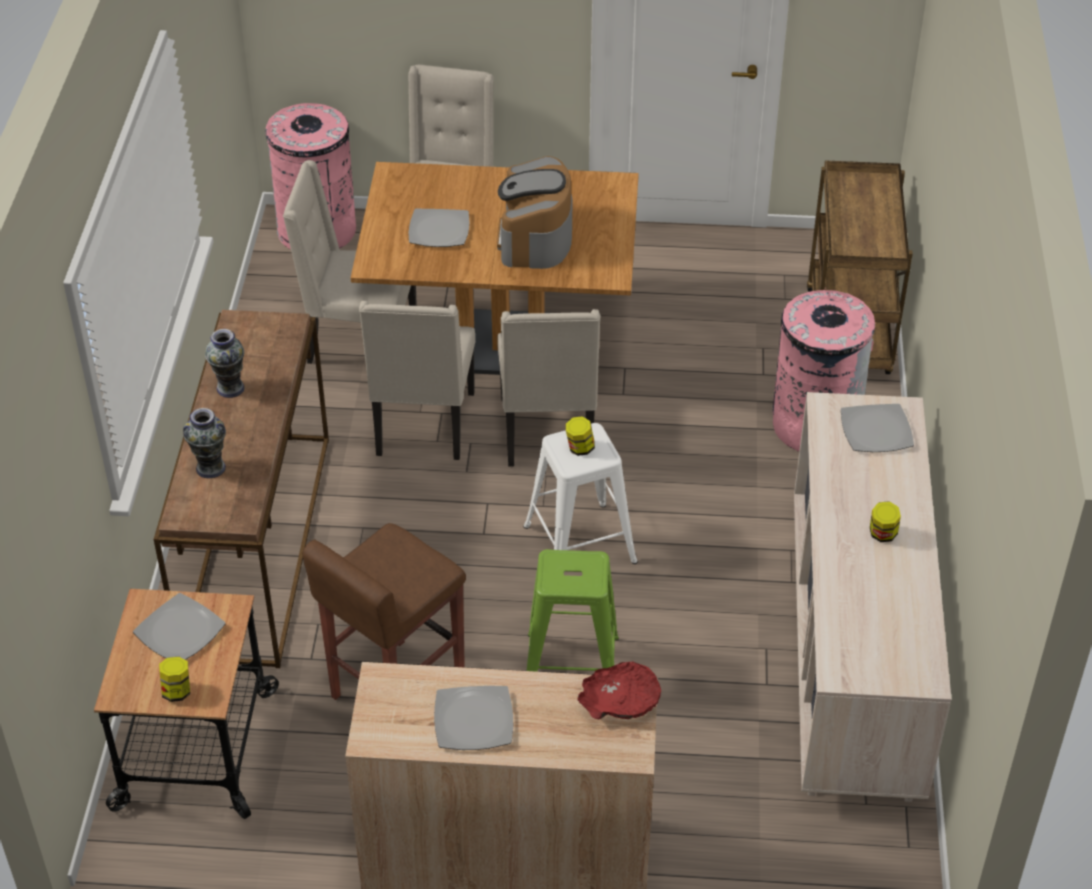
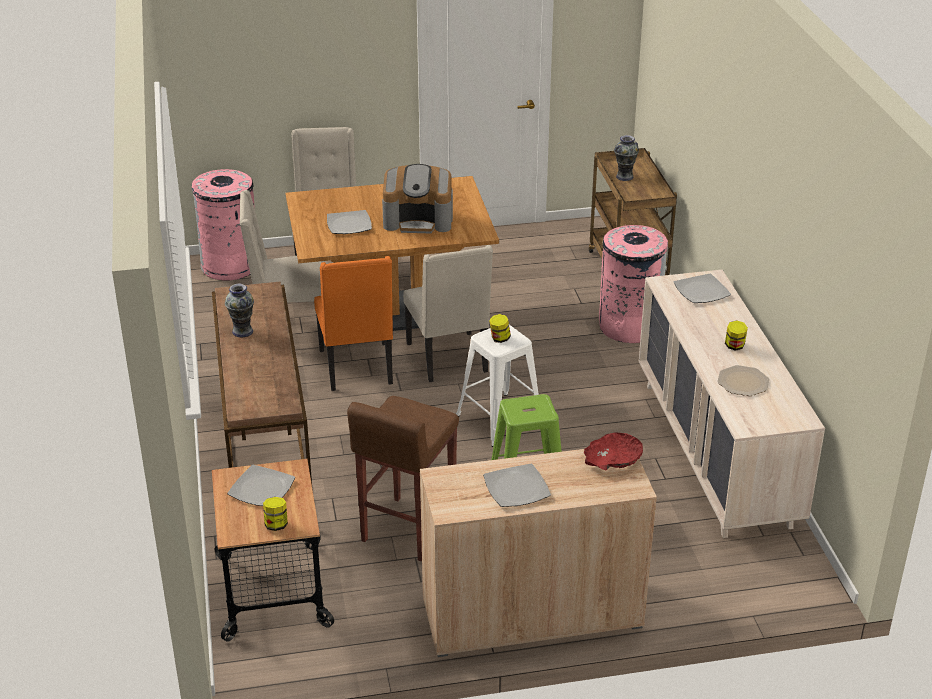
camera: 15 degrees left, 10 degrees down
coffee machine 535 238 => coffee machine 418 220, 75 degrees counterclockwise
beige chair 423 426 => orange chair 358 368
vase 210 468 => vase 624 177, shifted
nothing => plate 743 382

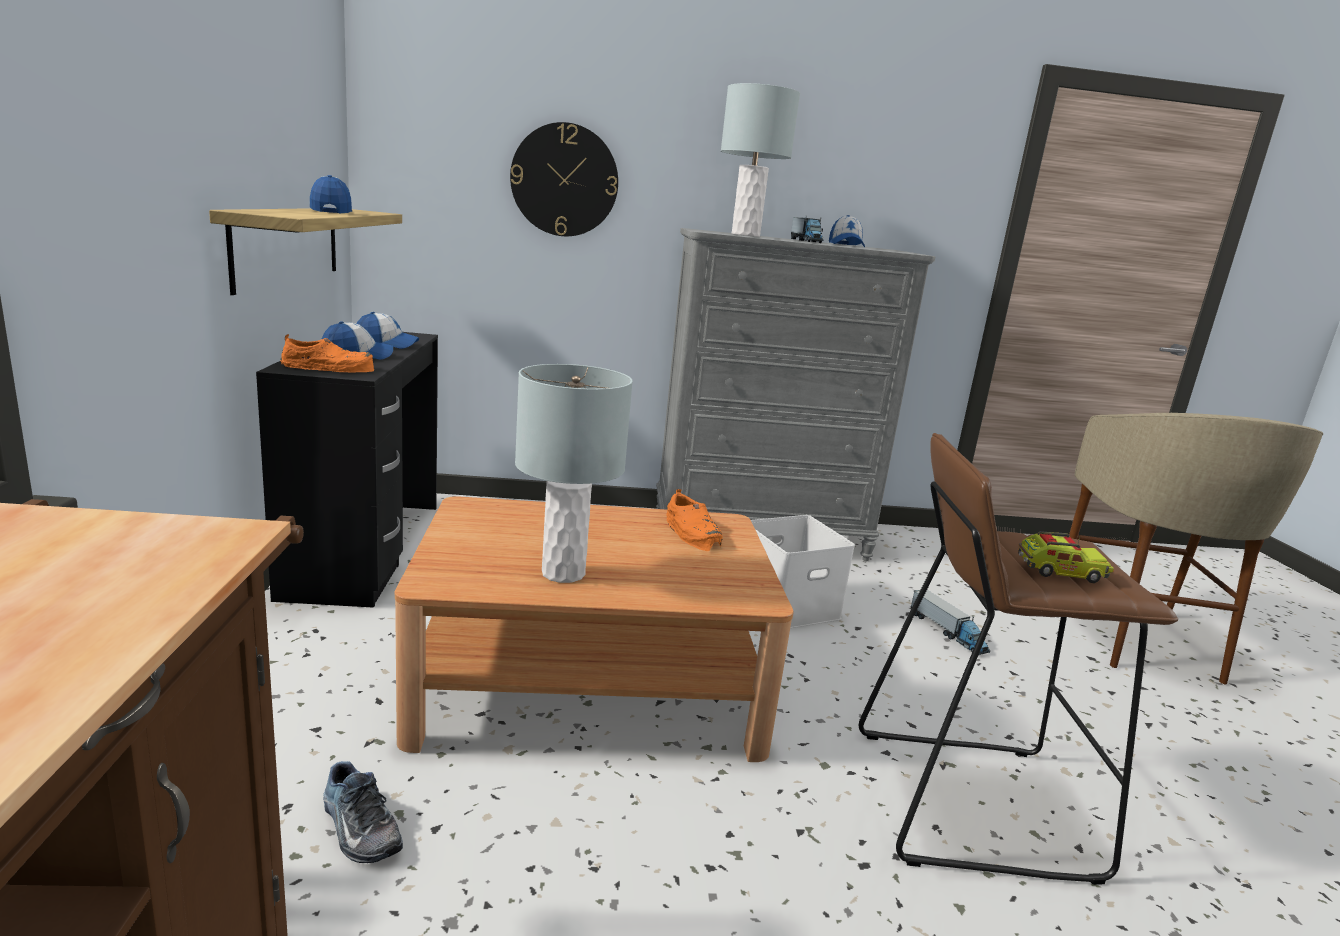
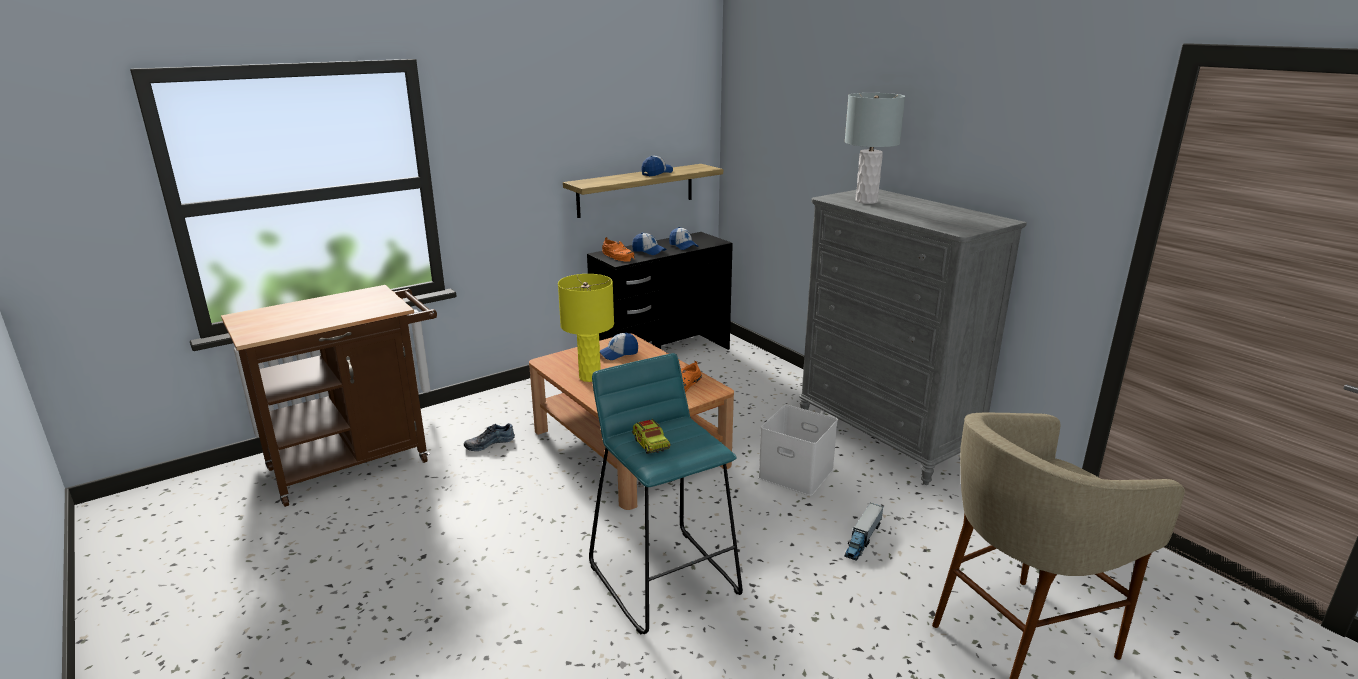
camera: 60 degrees right, 5 degrees up
wall clock 564 180 => nothing
cap 846 245 => cap 618 353, shifted
toy truck 806 241 => nothing
grey table lamp 562 573 => yellow table lamp 589 377
brown stool 968 800 => turquoise stool 665 578
shoe 357 828 => shoe 489 443, 45 degrees clockwise

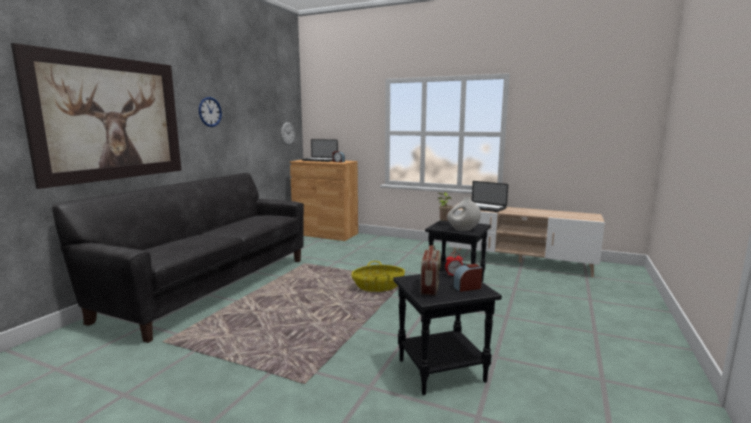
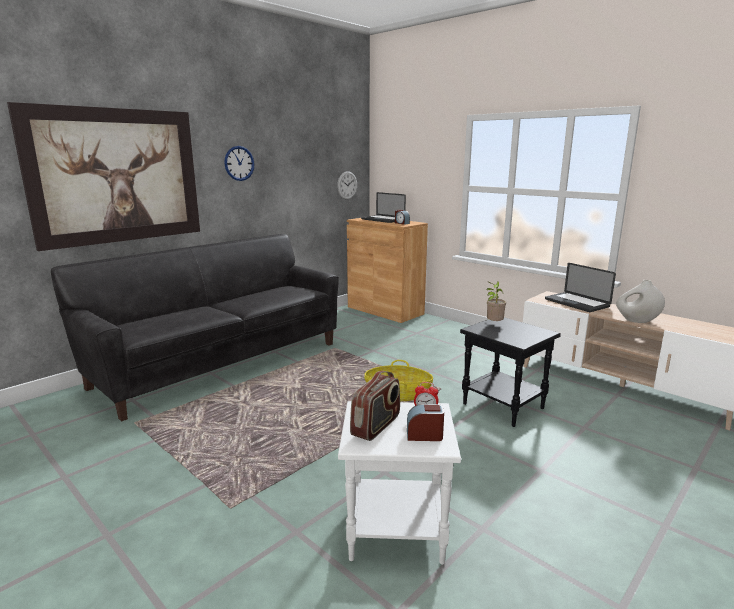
camera: 20 degrees right, 5 degrees up
white vase 463 230 => white vase 637 321, shifted
black side table 441 371 => white side table 394 533

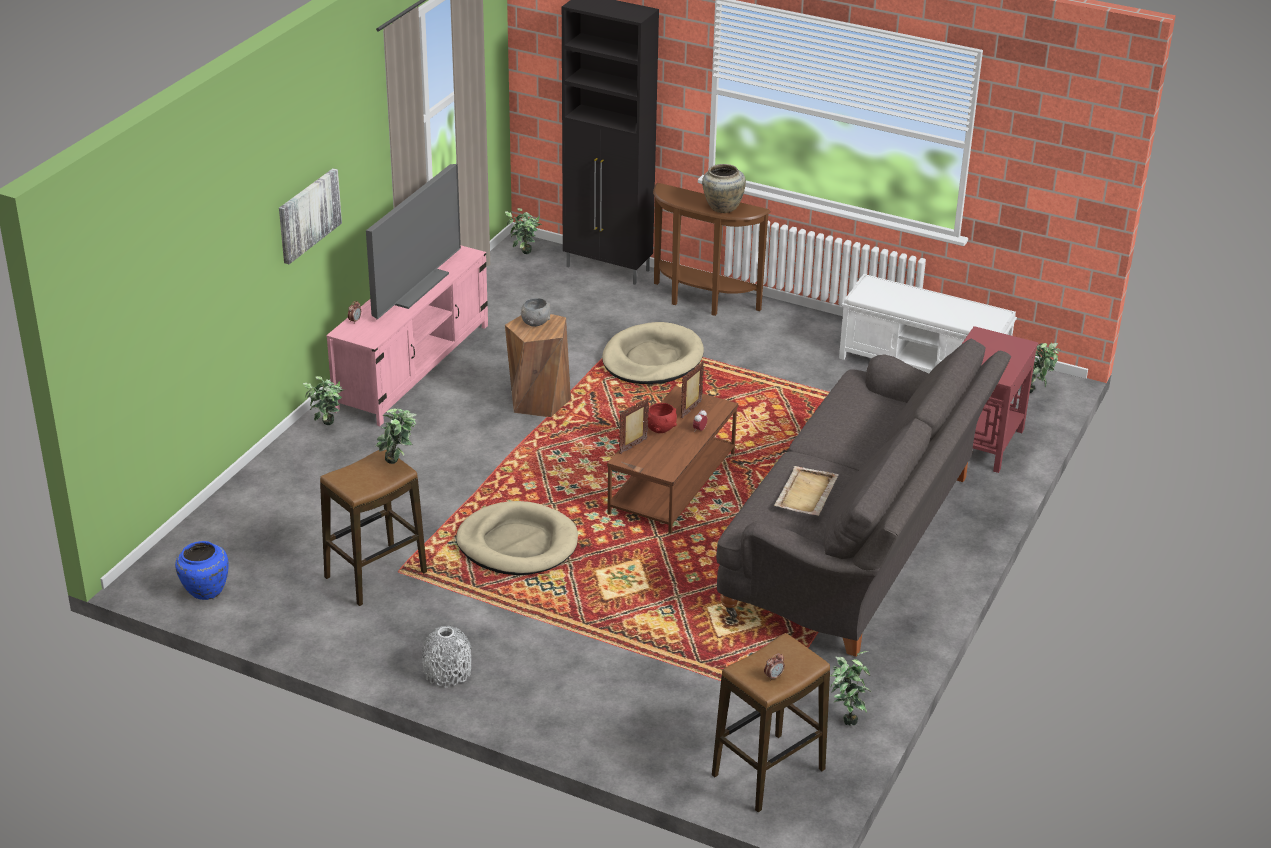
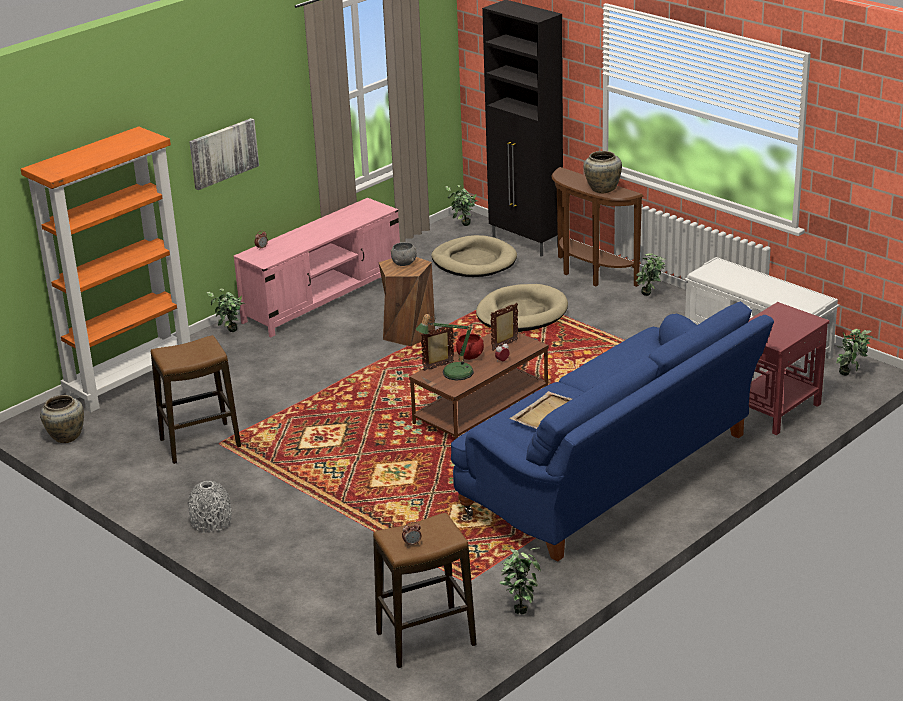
camera: 20 degrees right, 5 degrees down
television 413 286 => nothing
grey sofa 858 545 => blue sofa 613 476
potted plant 398 464 => potted plant 650 296, shifted
beige dog bed 517 544 => beige dog bed 474 261, shifted
blue vase 205 590 => beige vase 65 436
nothing => orange bookcase 131 380
nothing => table lamp 452 373

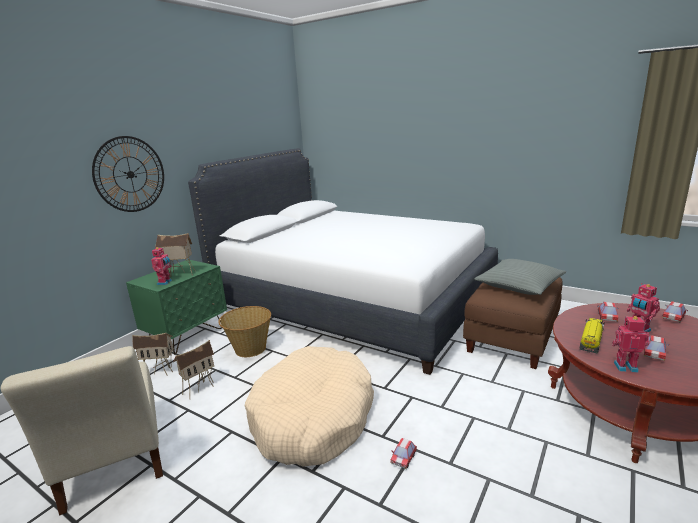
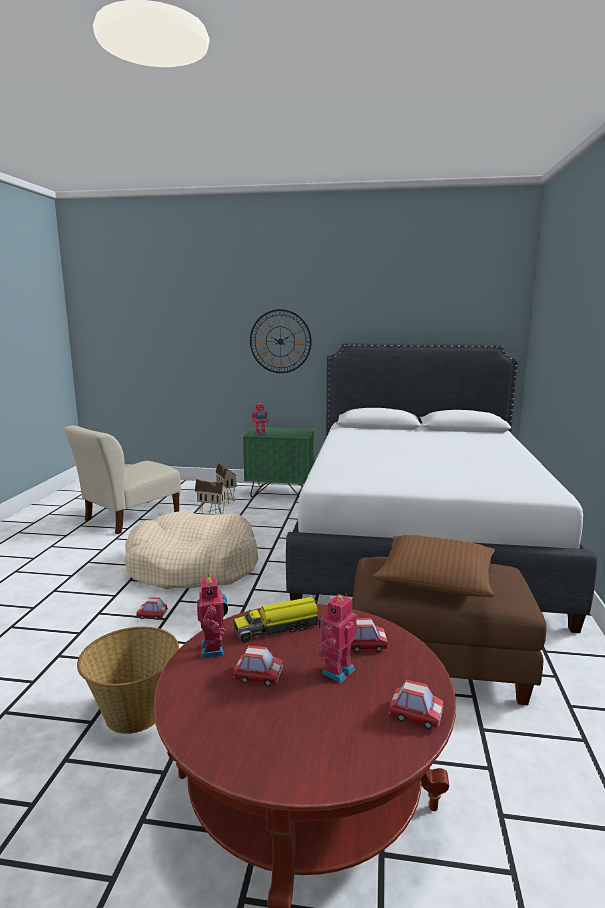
camera: 65 degrees right, 5 degrees down
toy house 179 274 => nothing
grey pillow 519 285 => brown pillow 436 578
basket 249 349 => basket 134 712, shifted
toy truck 591 340 => toy truck 278 628, 150 degrees clockwise

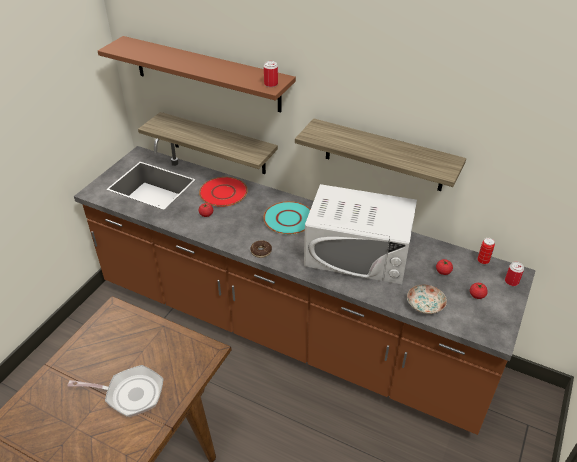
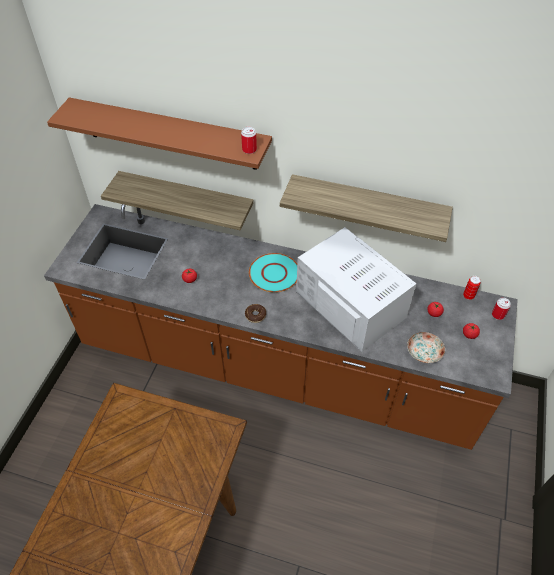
camera: 10 degrees left, 10 degrees up
red plate 223 193 => nothing
white microwave 358 253 => white microwave 350 304, 135 degrees counterclockwise
frying pan 130 394 => nothing

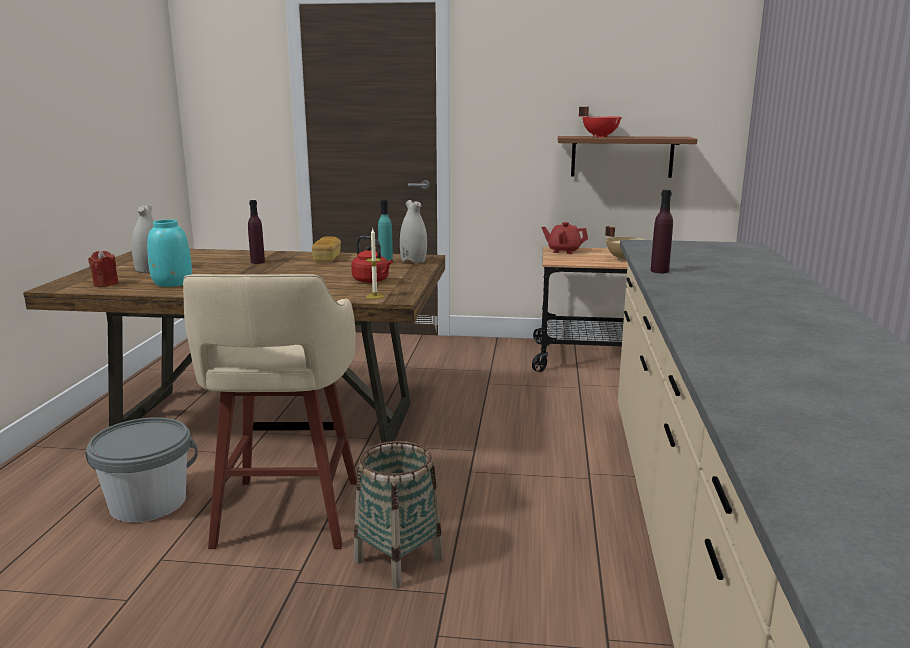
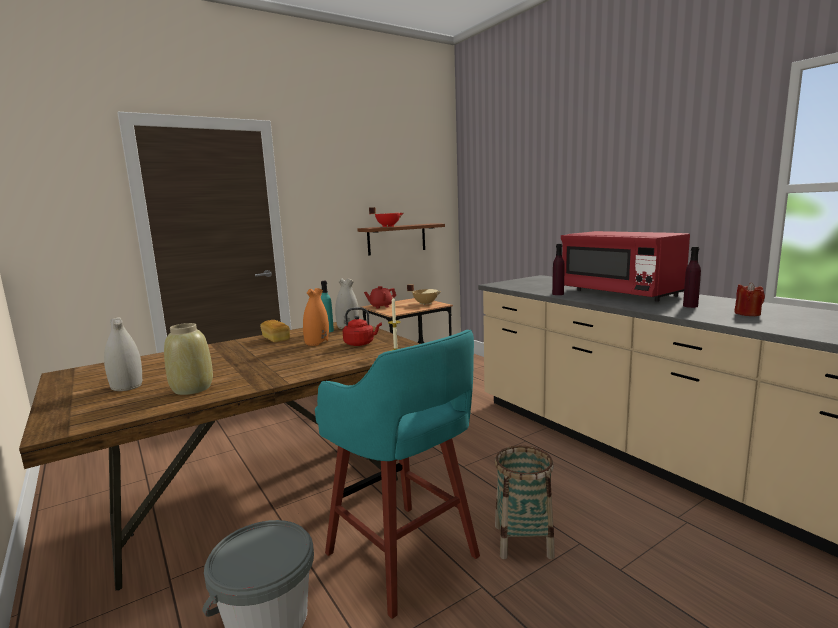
camera: 40 degrees left, 5 degrees down
purple bottle 257 262 => purple bottle 690 306, shifted
turquoise vase 173 283 => beige vase 192 388
red candle 106 284 => red candle 747 314, shifted
beige stool 286 516 => turquoise stool 404 558
nothing => red microwave 619 293
nothing => orange vase 317 342

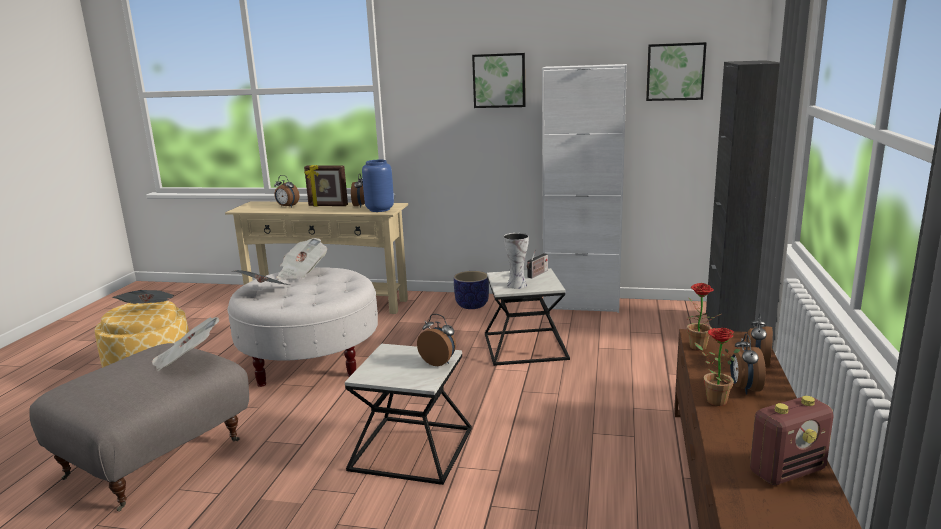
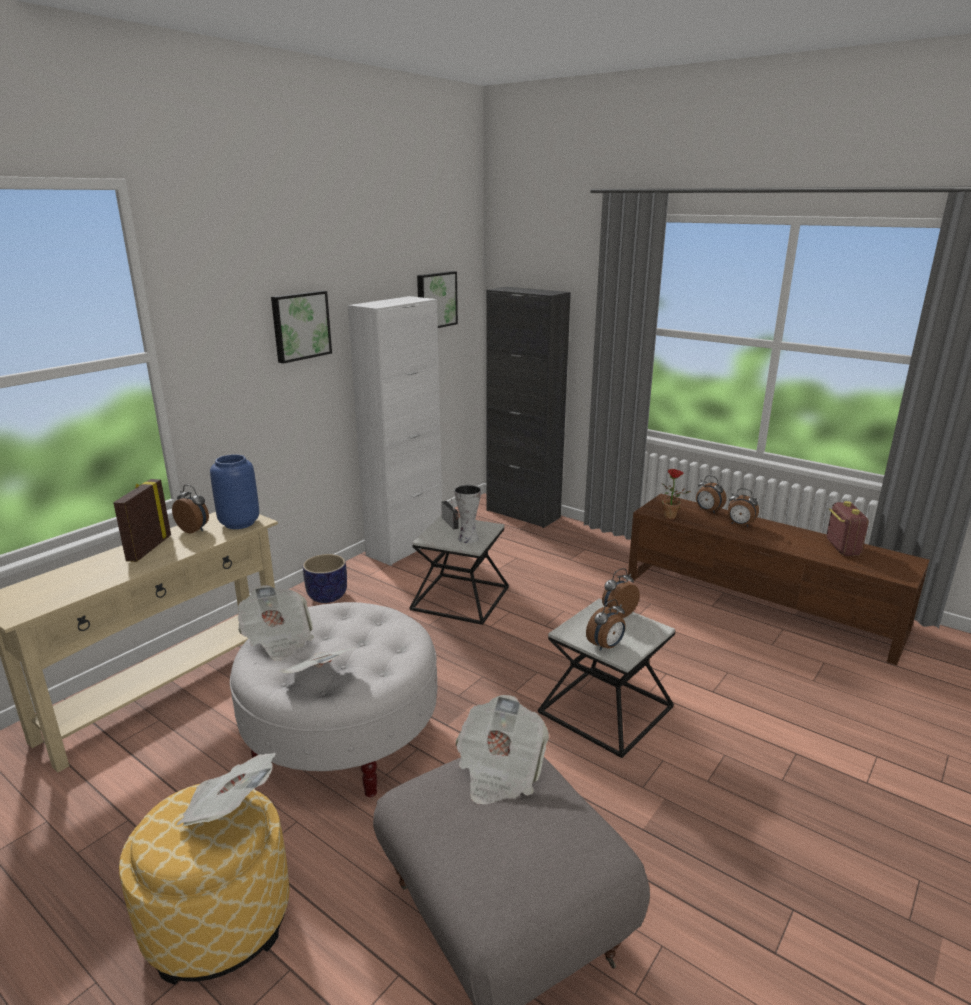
camera: 65 degrees left, 5 degrees up
picture frame 328 206 => picture frame 148 548, 150 degrees clockwise
alarm clock 287 207 => alarm clock 606 646, shifted
potted plant 712 400 => nothing

